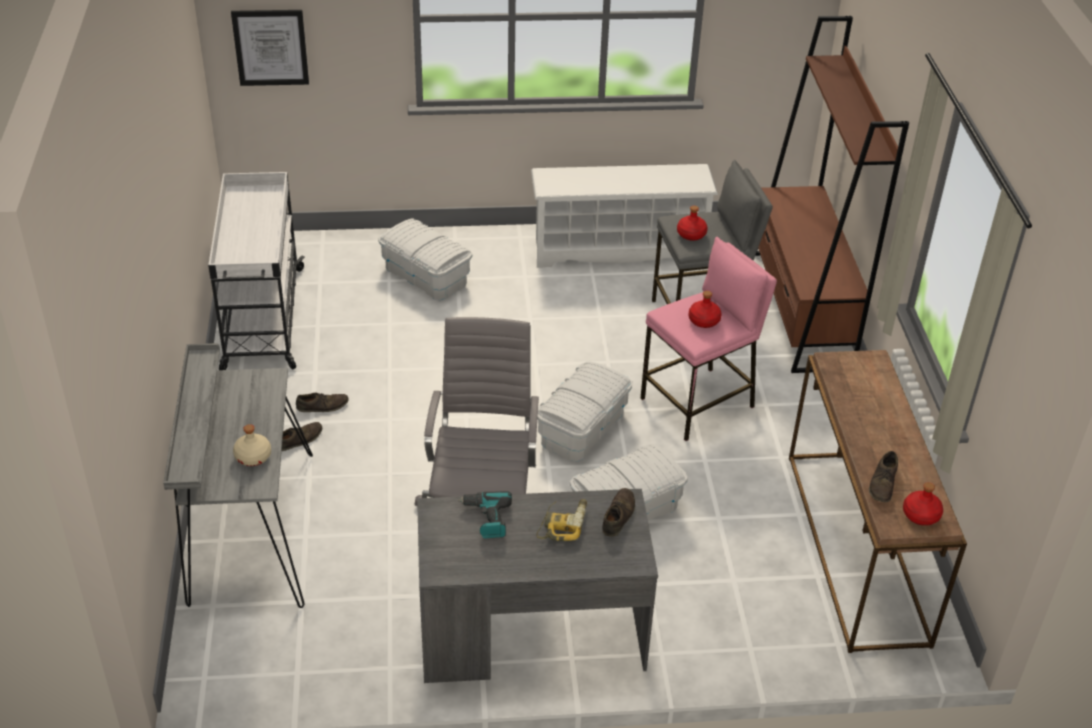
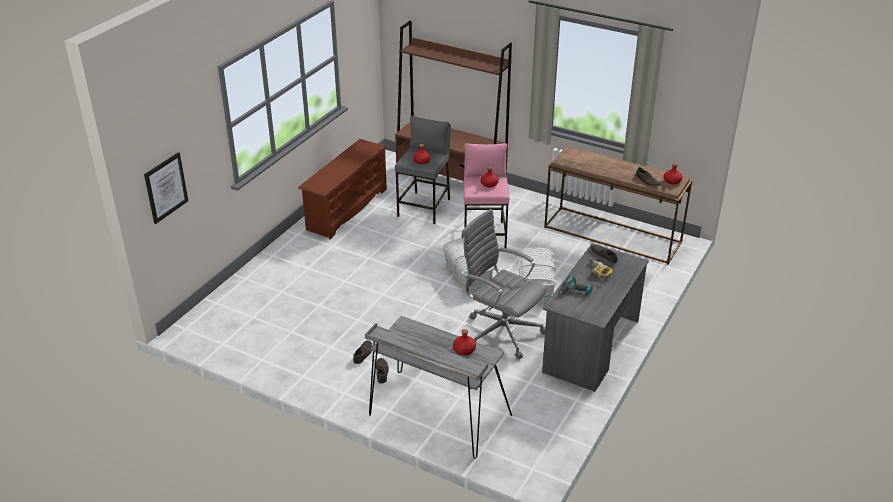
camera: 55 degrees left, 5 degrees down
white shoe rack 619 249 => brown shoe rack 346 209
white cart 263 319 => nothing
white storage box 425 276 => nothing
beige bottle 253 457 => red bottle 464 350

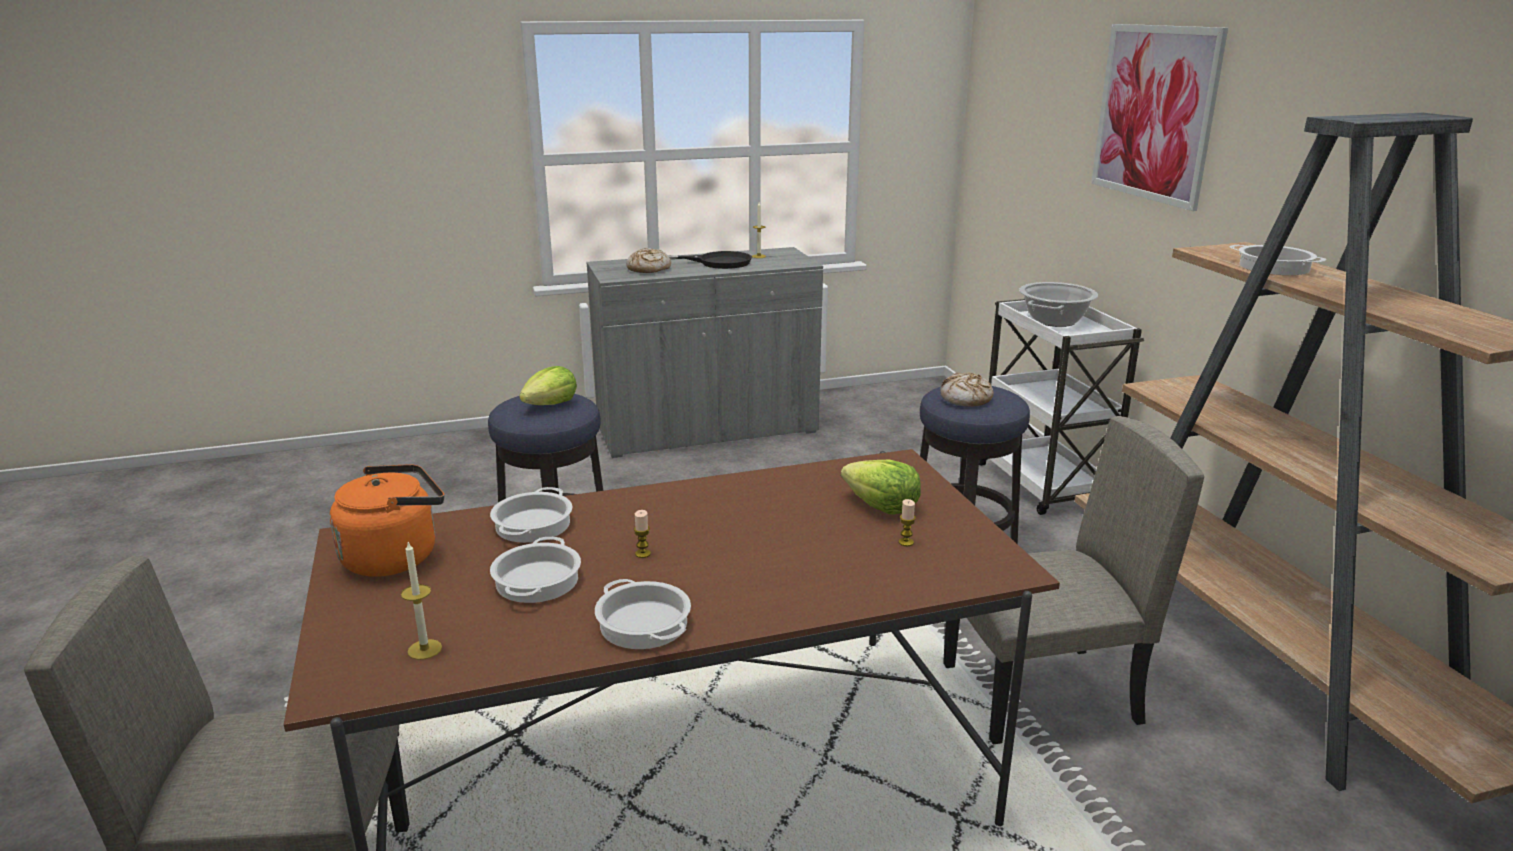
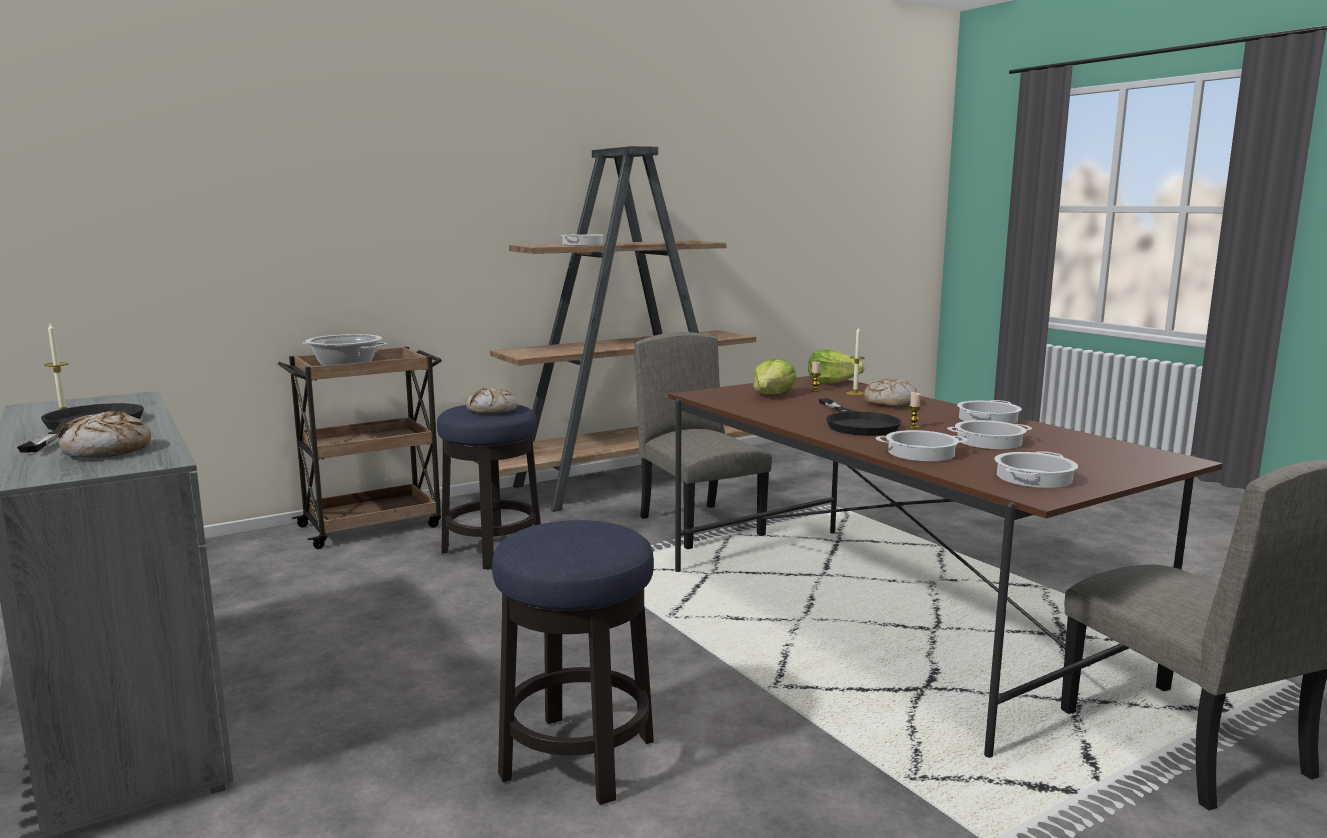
camera: 105 degrees left, 10 degrees down
picture 1154 113 => nothing
white cart 1044 485 => brown cart 373 526
lettuce 551 404 => lettuce 832 382, shifted
orange kettle 396 556 => cooking pot 1033 477
candle 424 649 => candle 855 393, shifted
nothing => bread 889 403
nothing => black frying pan 857 424

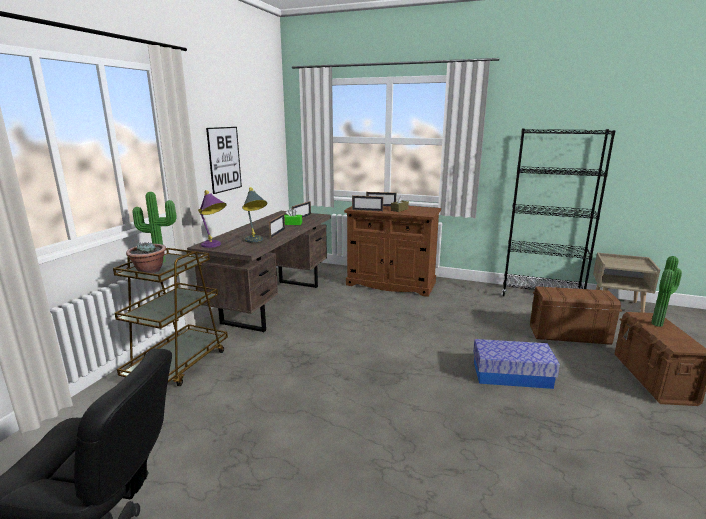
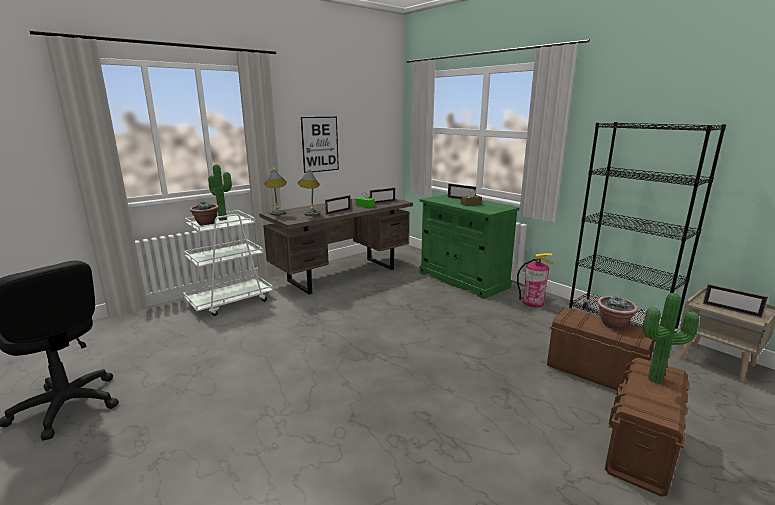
camera: 30 degrees right, 0 degrees up
purple table lamp 214 246 => grey table lamp 277 214
picture frame 367 210 => picture frame 731 310, shifted
brown cabinet 391 284 => green cabinet 462 280
brown cart 179 364 => white cart 230 301
storage box 511 375 => nothing
nothing => fire extinguisher 533 303
nothing => potted plant 613 324

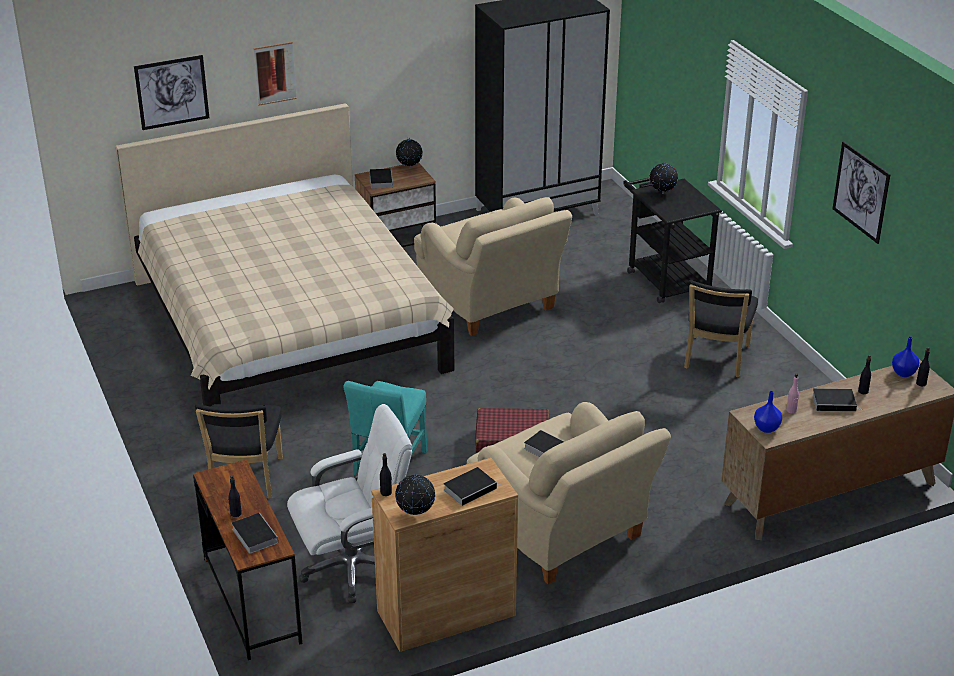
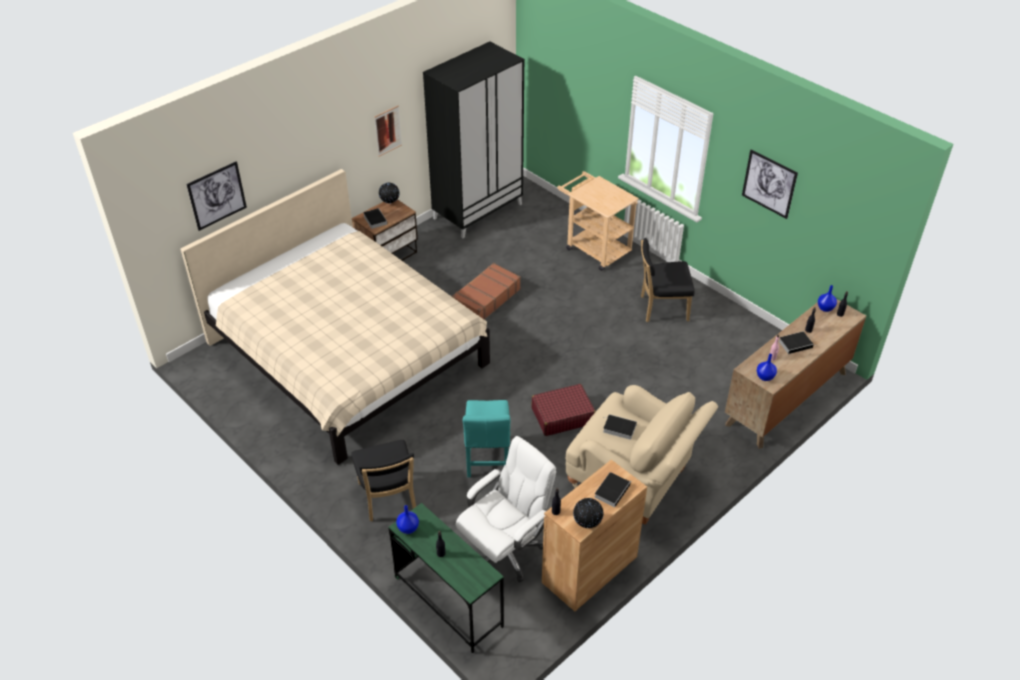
camera: 20 degrees left, 10 degrees up
picture 275 73 => picture 388 131, shifted
globe 662 193 => nothing
black cart 664 278 => beige cart 594 248
beige armchair 491 304 => brown suitcase 486 299
black chair 715 359 => black chair 661 308, 90 degrees clockwise
brown desk 251 601 => green desk 448 602
book 253 535 => nothing
nothing => blue vase 408 529

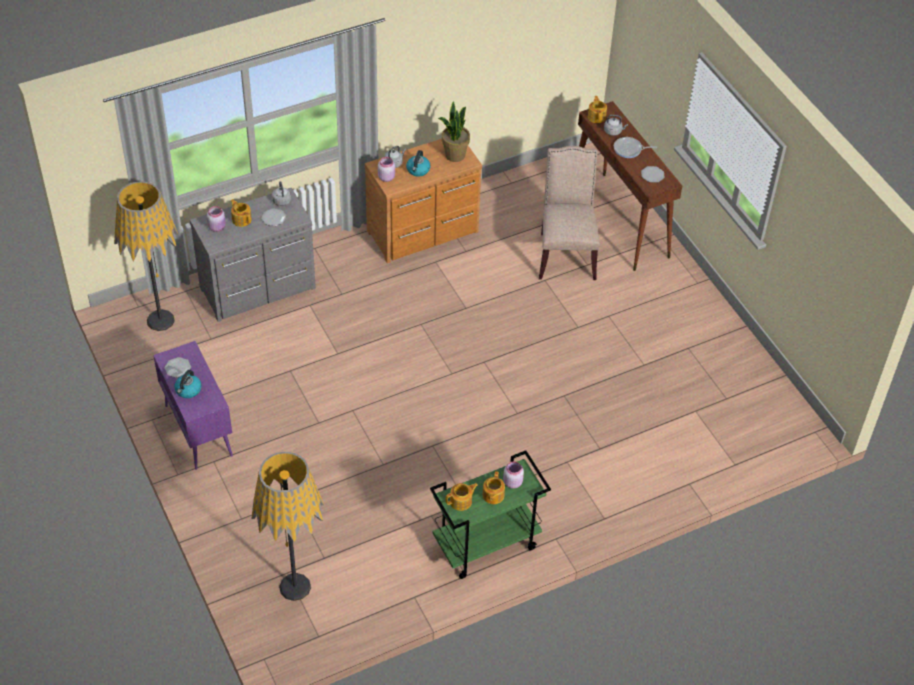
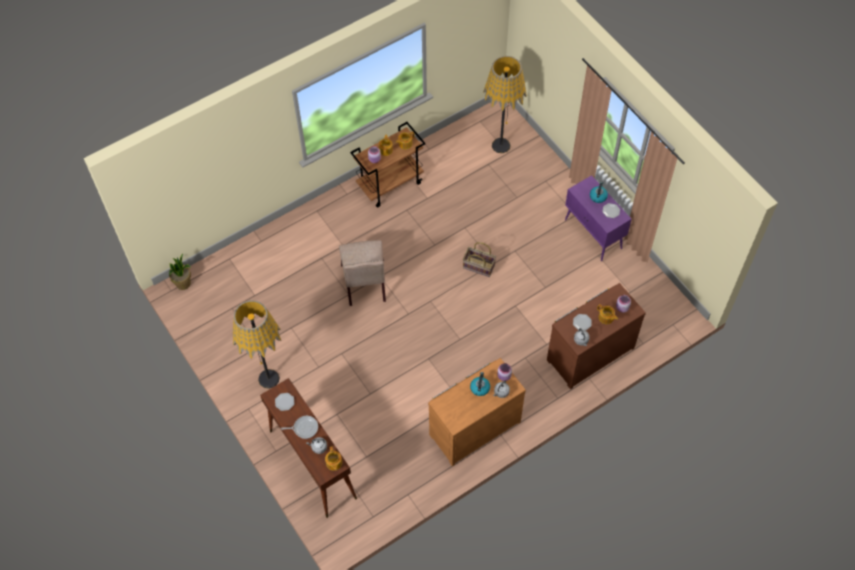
camera: 175 degrees right, 10 degrees up
potted plant 454 155 => potted plant 183 283, shifted
beige chair 565 253 => beige chair 365 285, shifted
floor lamp 160 320 => floor lamp 269 379, shifted
grey dresser 259 289 => brown dresser 588 352
green cart 485 545 => brown cart 390 184
nothing => basket 478 267

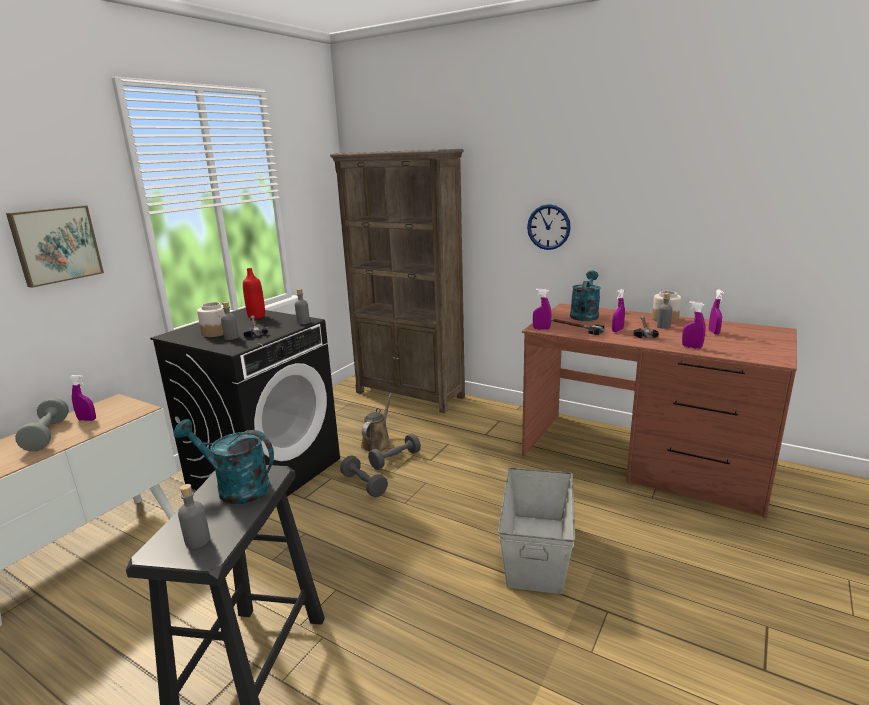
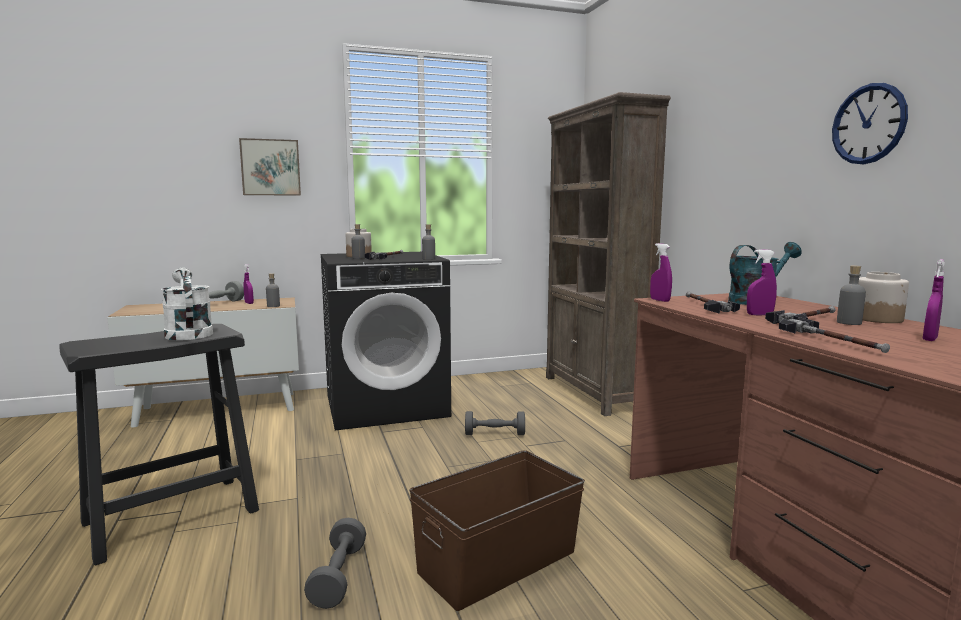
camera: 40 degrees right, 10 degrees down
wall clock 548 227 => wall clock 868 124, shifted
red bottle 256 316 => nothing
purple spray bottle 691 347 => hammer 833 341
brown watering can 377 443 => nothing
turquoise watering can 235 488 => white watering can 188 333
grey dumbbell 364 485 => grey dumbbell 338 576, shifted
grey storage box 537 551 => brown storage box 499 562
grey bottle 197 540 => grey bottle 273 306, shifted

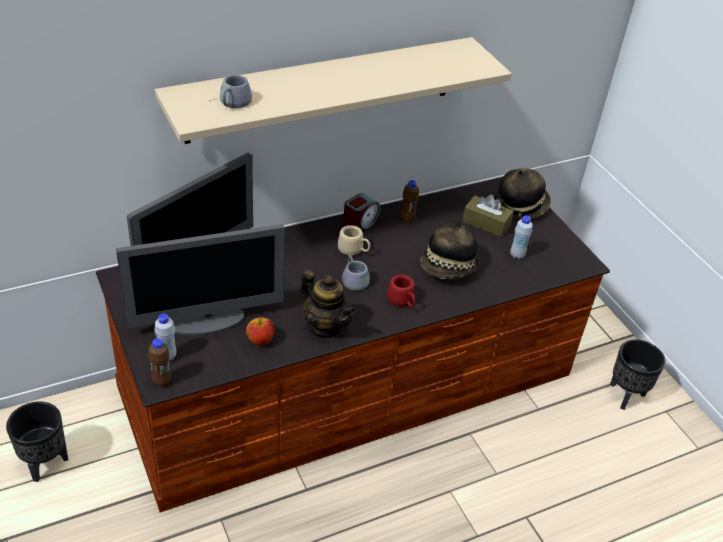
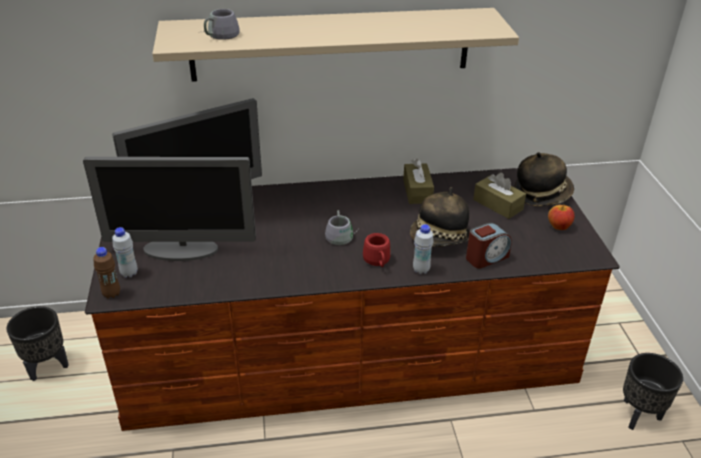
camera: 20 degrees right, 5 degrees down
brown bottle 407 219 => brown tissue box 417 191
alarm clock 360 224 => alarm clock 486 257, shifted
white bottle 517 255 => white bottle 421 270, shifted
beige mug 354 251 => nothing
teapot 325 326 => nothing
apple 260 340 => apple 559 226, shifted

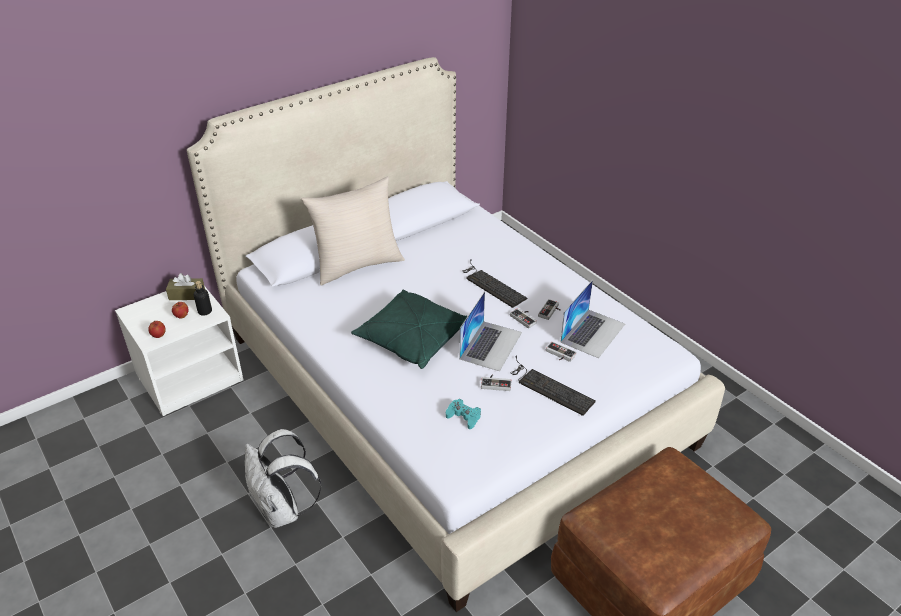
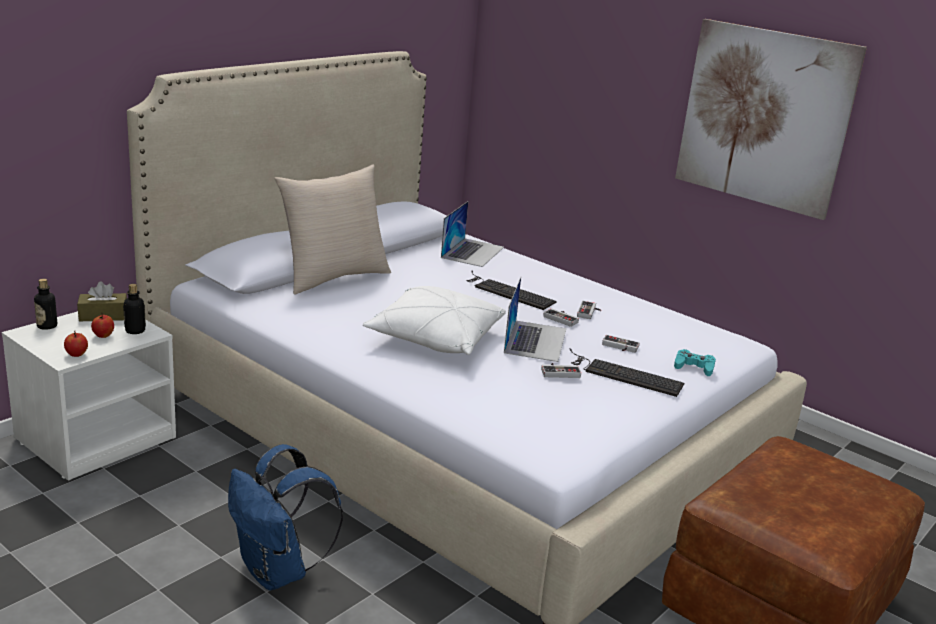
camera: 15 degrees left, 15 degrees down
laptop 593 333 => laptop 472 252, shifted
green pillow 412 339 => white pillow 435 338
turquoise game controller 463 416 => turquoise game controller 694 367, shifted
white backpack 283 511 => blue backpack 278 572
nothing => picture 764 117
nothing => bottle 47 326

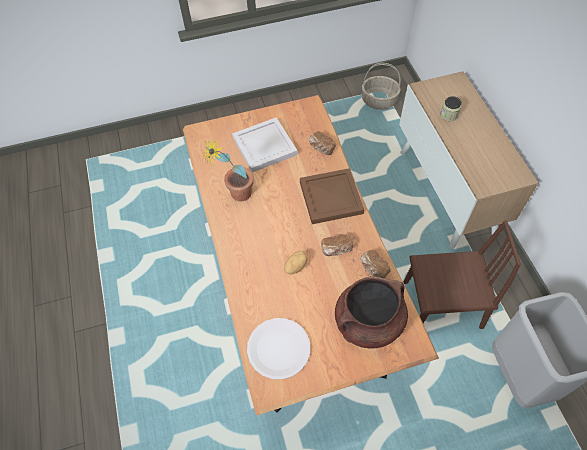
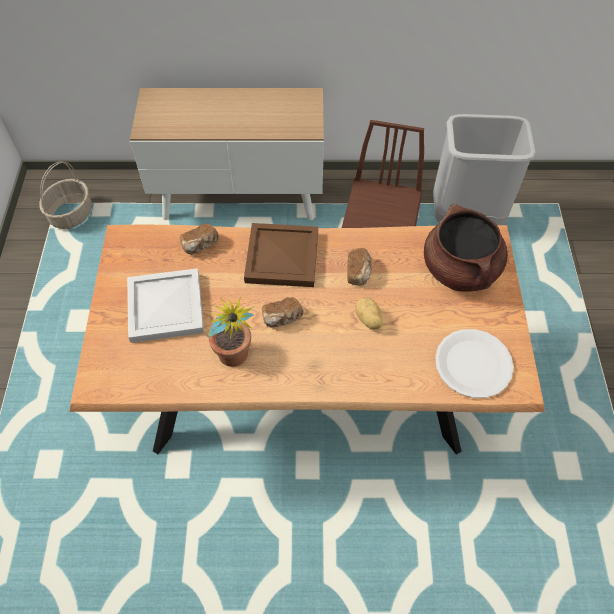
camera: 75 degrees left, 0 degrees up
jar 449 115 => nothing
bread 373 269 => bread 282 318, shifted

